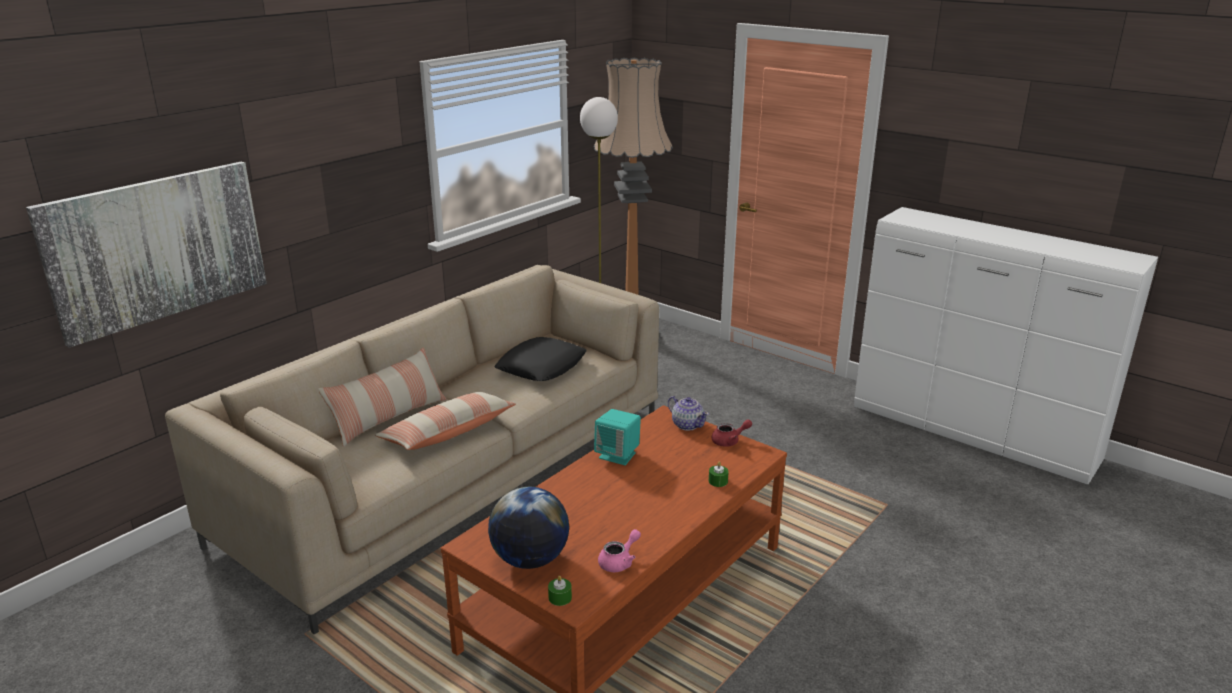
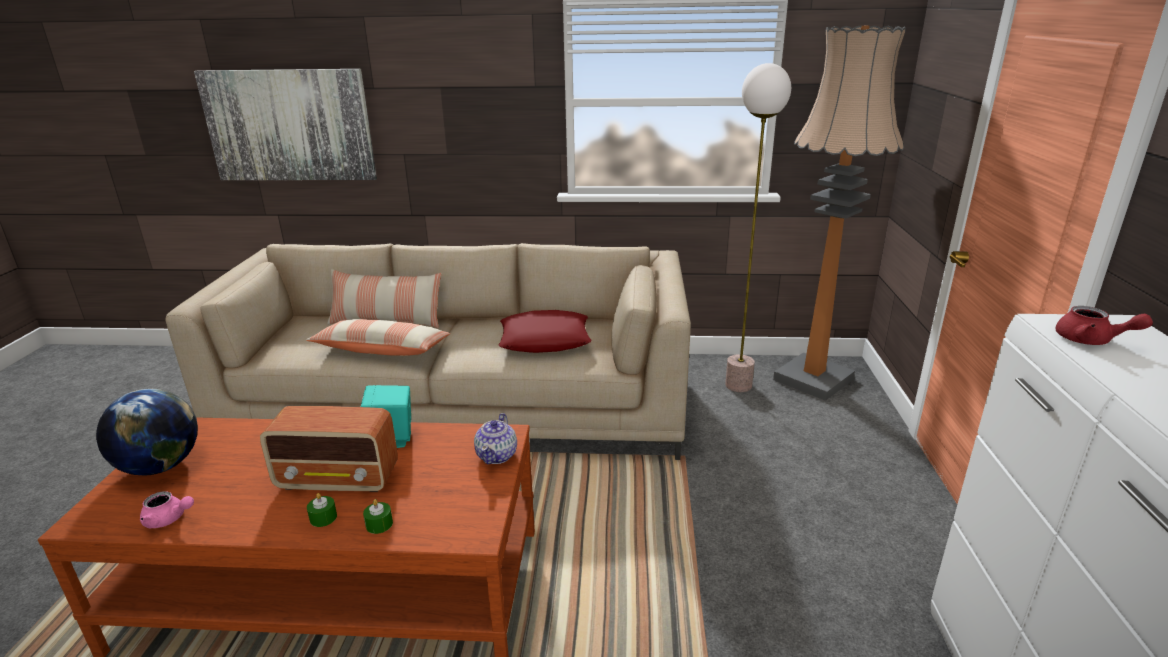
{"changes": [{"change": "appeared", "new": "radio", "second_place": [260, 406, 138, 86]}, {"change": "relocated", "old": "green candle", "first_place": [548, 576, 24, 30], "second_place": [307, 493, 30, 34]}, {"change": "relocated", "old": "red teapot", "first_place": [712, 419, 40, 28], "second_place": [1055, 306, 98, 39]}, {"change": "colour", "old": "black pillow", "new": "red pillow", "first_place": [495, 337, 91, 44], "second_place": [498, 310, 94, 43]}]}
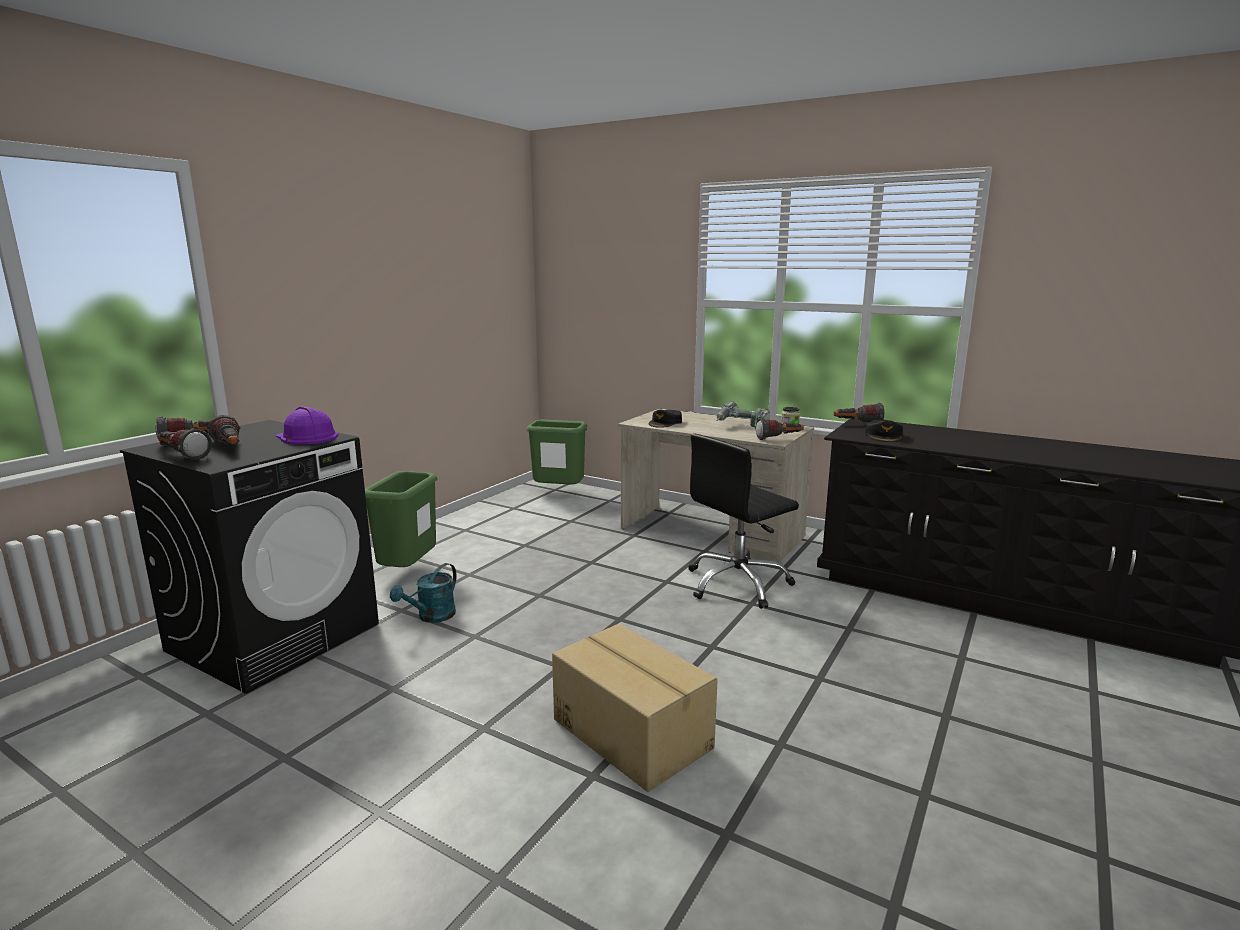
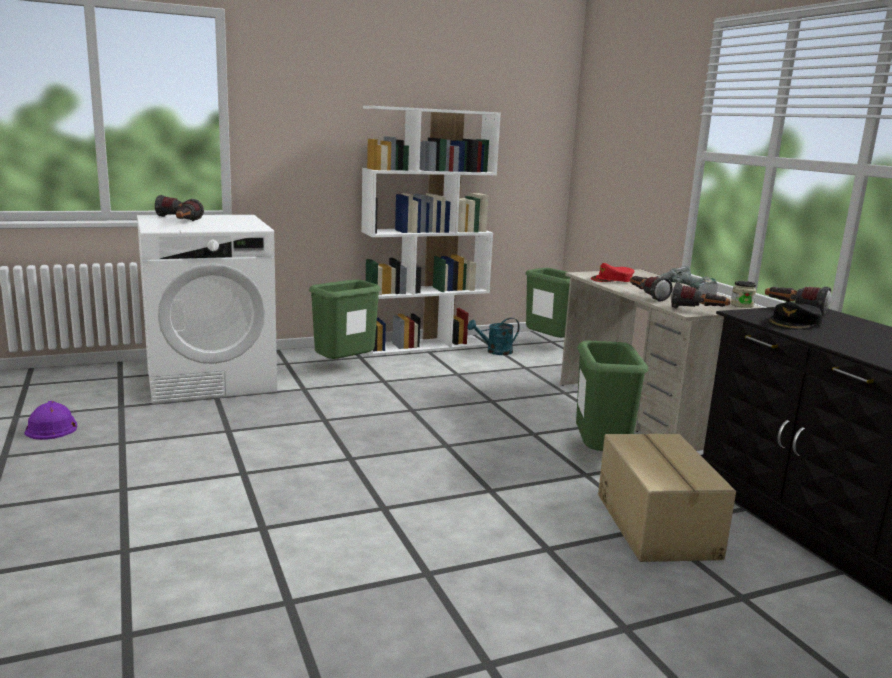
{"changes": [{"change": "appeared", "new": "white bookcase", "second_place": [361, 106, 140, 250]}, {"change": "relocated", "old": "flashlight", "first_place": [158, 429, 54, 31], "second_place": [630, 276, 42, 26]}, {"change": "relocated", "old": "purple hard hat", "first_place": [276, 406, 62, 39], "second_place": [24, 401, 53, 39]}, {"change": "relocated", "old": "turquoise watering can", "first_place": [390, 563, 67, 60], "second_place": [467, 318, 53, 37]}, {"change": "relocated", "old": "cardboard box", "first_place": [552, 624, 166, 168], "second_place": [598, 434, 138, 128]}, {"change": "exchanged", "old": "black office chair", "new": "green trash can", "first_place": [689, 433, 110, 176], "second_place": [576, 341, 73, 110]}, {"change": "colour", "old": "black washing machine", "new": "white washing machine", "first_place": [120, 420, 259, 274], "second_place": [137, 215, 140, 189]}, {"change": "colour", "old": "black cap", "new": "red cap", "first_place": [649, 409, 33, 19], "second_place": [591, 263, 44, 19]}]}
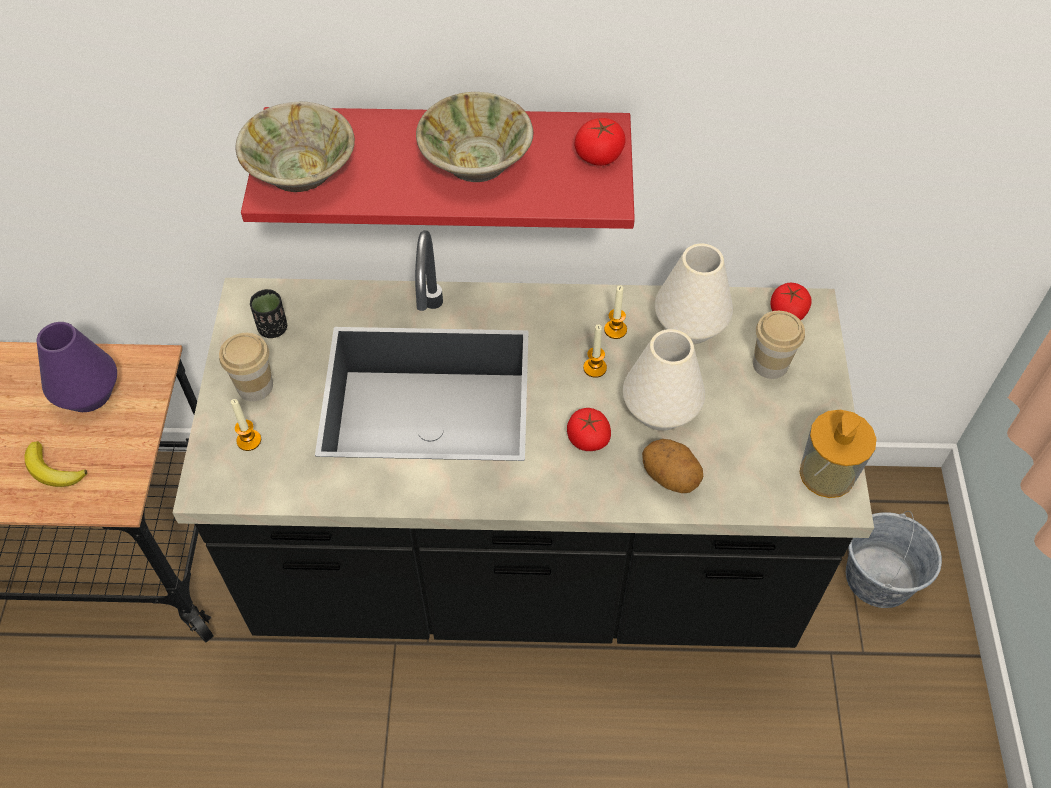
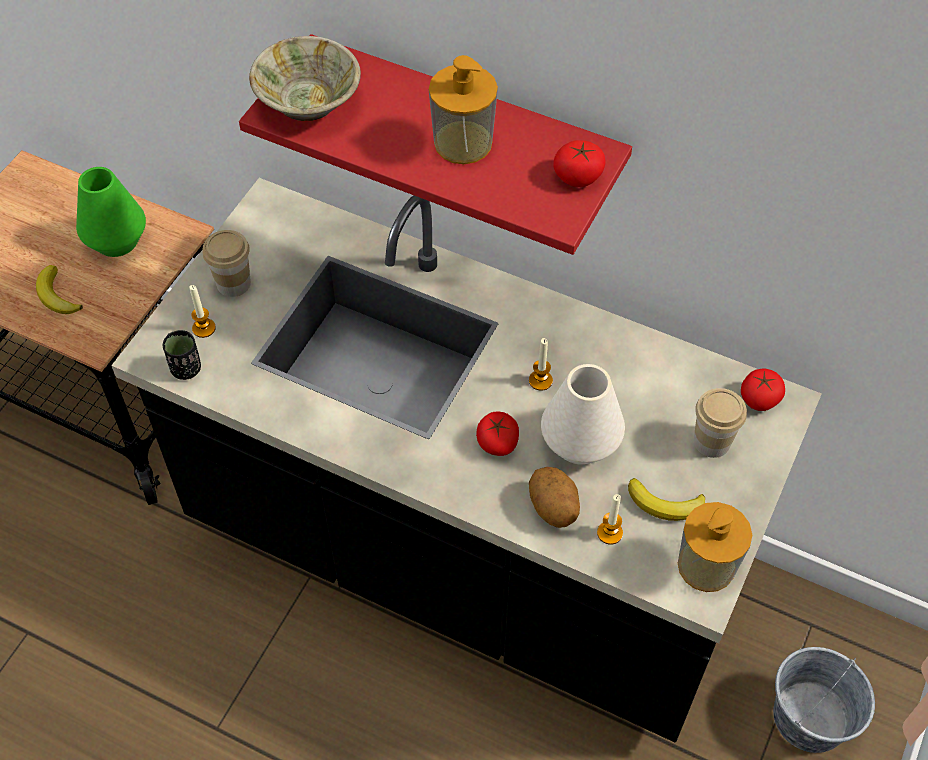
{"changes": [{"change": "missing", "old": "white vase", "first_place": [655, 244, 78, 100]}, {"change": "appeared", "new": "banana", "second_place": [628, 478, 77, 43]}, {"change": "relocated", "old": "black cup", "first_place": [250, 289, 37, 49], "second_place": [163, 330, 38, 50]}, {"change": "relocated", "old": "candle", "first_place": [604, 285, 23, 54], "second_place": [597, 494, 26, 50]}, {"change": "exchanged", "old": "beige bowl", "new": "soap dispenser", "first_place": [416, 92, 117, 90], "second_place": [429, 55, 69, 109]}, {"change": "colour", "old": "purple vase", "new": "green vase", "first_place": [37, 322, 80, 90], "second_place": [76, 167, 70, 90]}]}
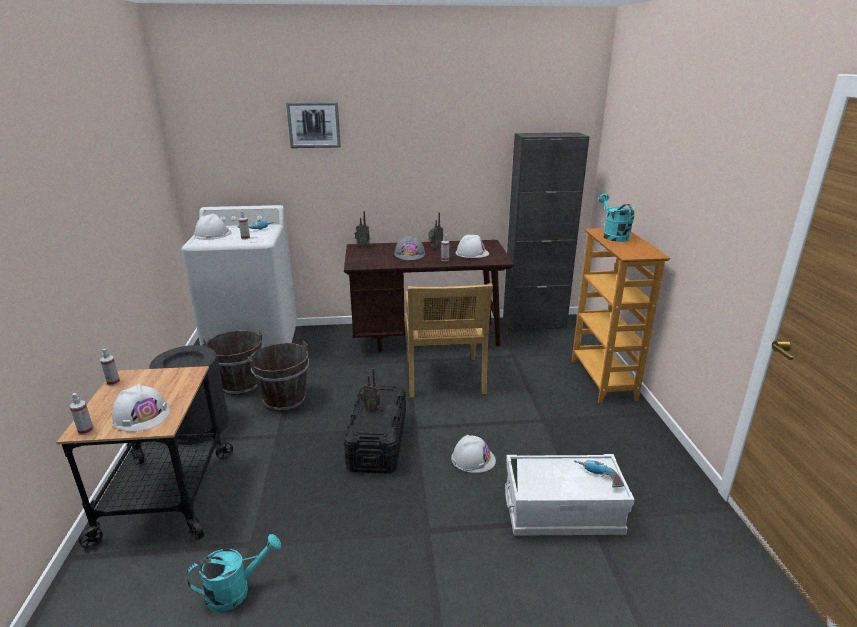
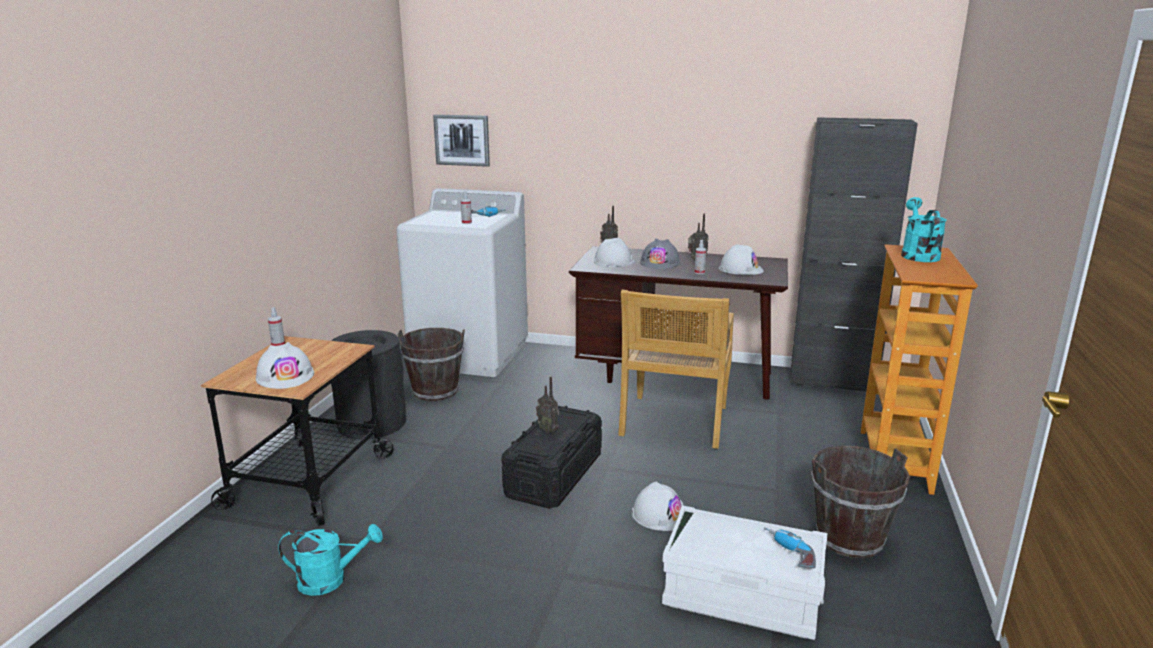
{"changes": [{"change": "missing", "old": "spray bottle", "first_place": [70, 393, 24, 42]}, {"change": "relocated", "old": "white hard hat", "first_place": [194, 214, 37, 26], "second_place": [594, 238, 41, 29]}, {"change": "relocated", "old": "brown bucket", "first_place": [247, 341, 62, 71], "second_place": [811, 445, 99, 113]}, {"change": "relocated", "old": "picture", "first_place": [286, 102, 55, 46], "second_place": [433, 115, 57, 52]}]}
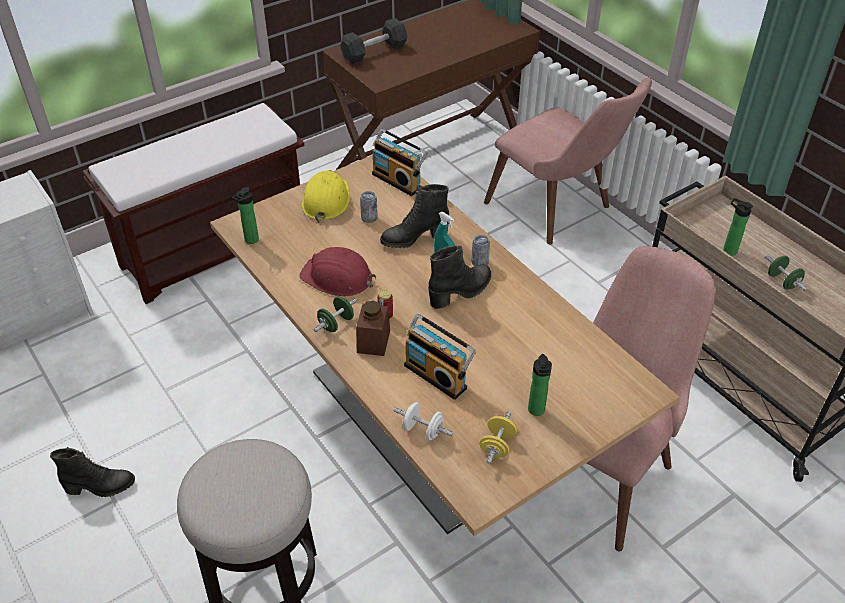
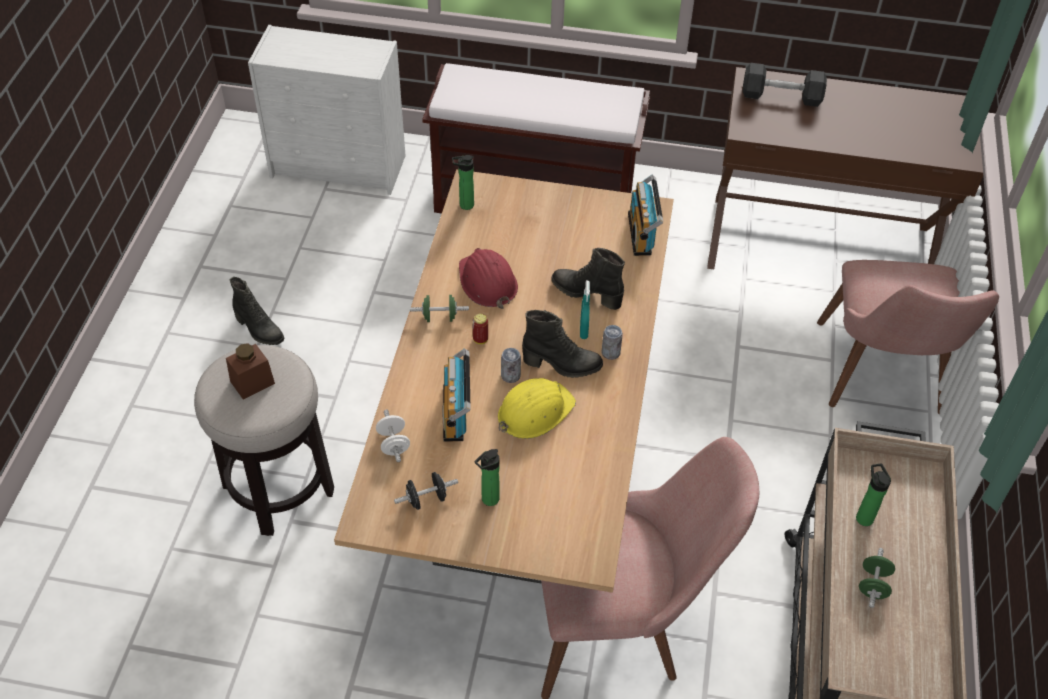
{"changes": [{"change": "relocated", "old": "yellow hard hat", "first_place": [302, 170, 48, 52], "second_place": [498, 378, 78, 61]}, {"change": "relocated", "old": "brown jar", "first_place": [356, 301, 34, 55], "second_place": [226, 343, 49, 57]}, {"change": "relocated", "old": "can", "first_place": [360, 191, 18, 32], "second_place": [501, 348, 20, 35]}, {"change": "colour", "old": "yellow dumbbell", "new": "black dumbbell", "first_place": [479, 411, 38, 53], "second_place": [394, 472, 64, 38]}]}
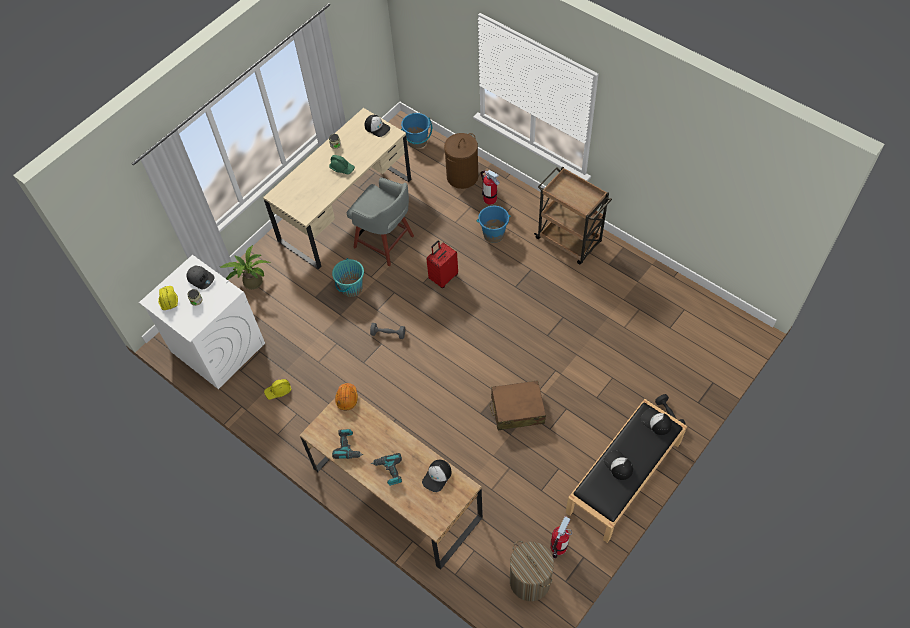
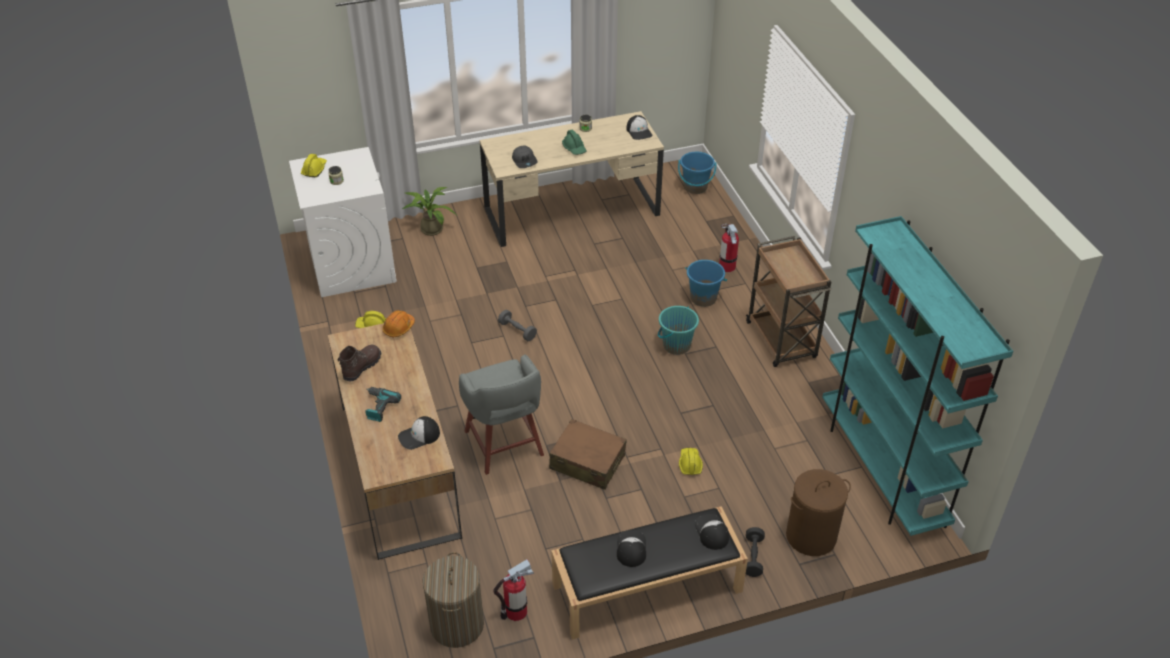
{"changes": [{"change": "missing", "old": "red suitcase", "first_place": [427, 240, 31, 48]}, {"change": "appeared", "new": "yellow hard hat", "second_place": [679, 448, 24, 27]}, {"change": "appeared", "new": "turquoise bookcase", "second_place": [822, 216, 191, 320]}, {"change": "relocated", "old": "grey cap", "first_place": [186, 266, 28, 23], "second_place": [512, 146, 25, 22]}, {"change": "relocated", "old": "turquoise bucket", "first_place": [332, 258, 32, 39], "second_place": [658, 306, 41, 49]}, {"change": "relocated", "old": "grey stool", "first_place": [347, 178, 67, 89], "second_place": [459, 354, 85, 121]}, {"change": "relocated", "old": "brown laundry basket", "first_place": [444, 133, 34, 56], "second_place": [786, 469, 65, 87]}, {"change": "exchanged", "old": "power drill", "new": "brown boot", "first_place": [332, 429, 31, 30], "second_place": [337, 345, 44, 37]}]}
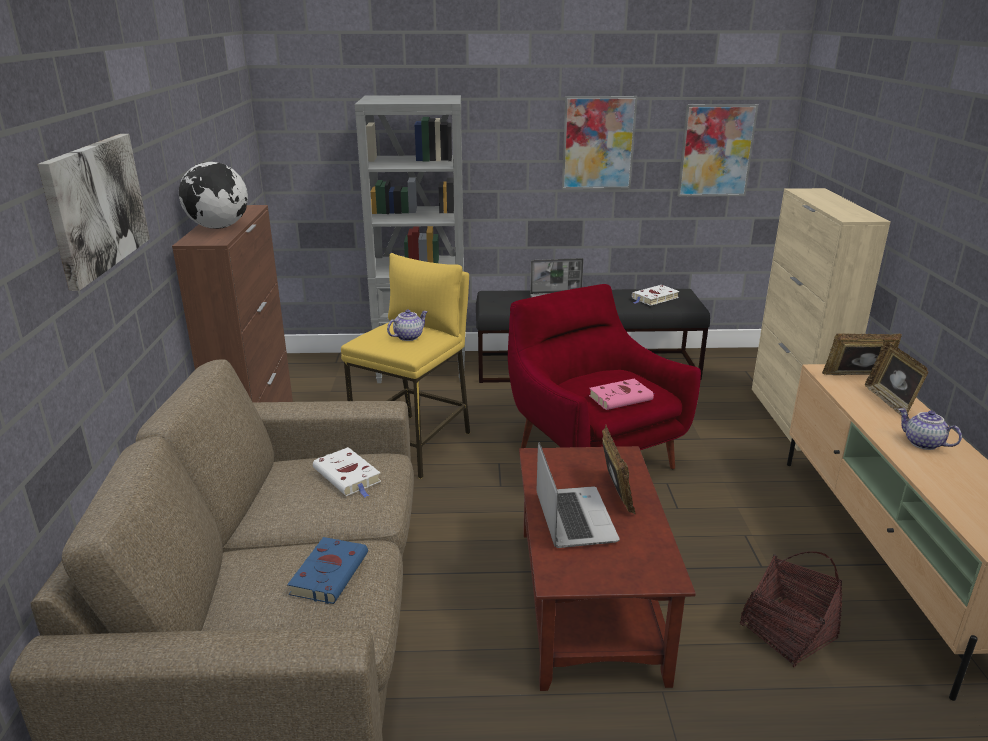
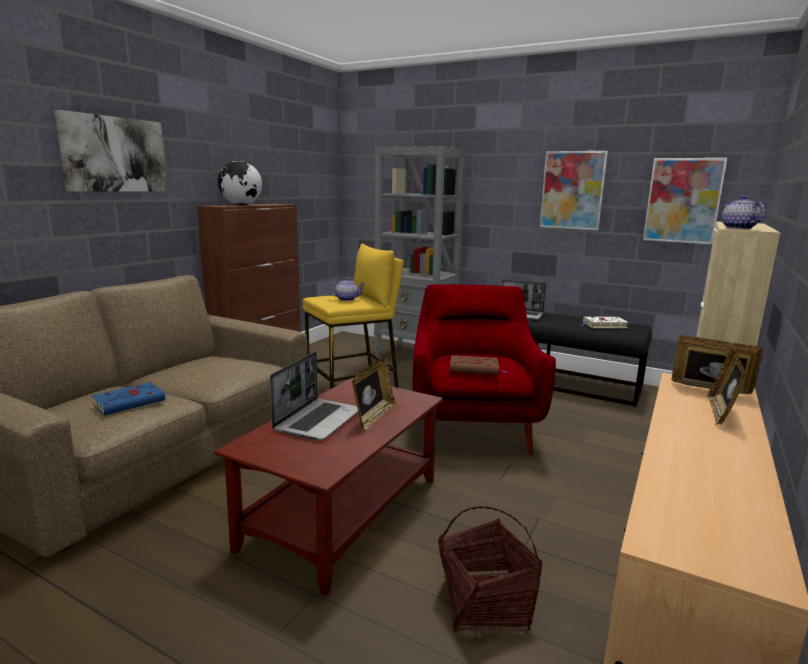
{"changes": [{"change": "missing", "old": "white book", "first_place": [313, 447, 68, 50]}, {"change": "relocated", "old": "teapot", "first_place": [898, 408, 64, 42], "second_place": [722, 196, 43, 33]}, {"change": "colour", "old": "pink book", "new": "brown book", "first_place": [589, 379, 65, 31], "second_place": [449, 355, 59, 20]}]}
